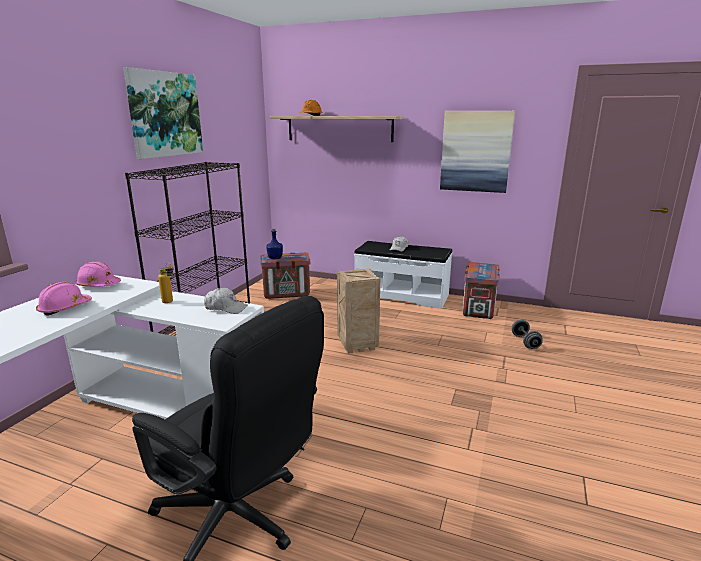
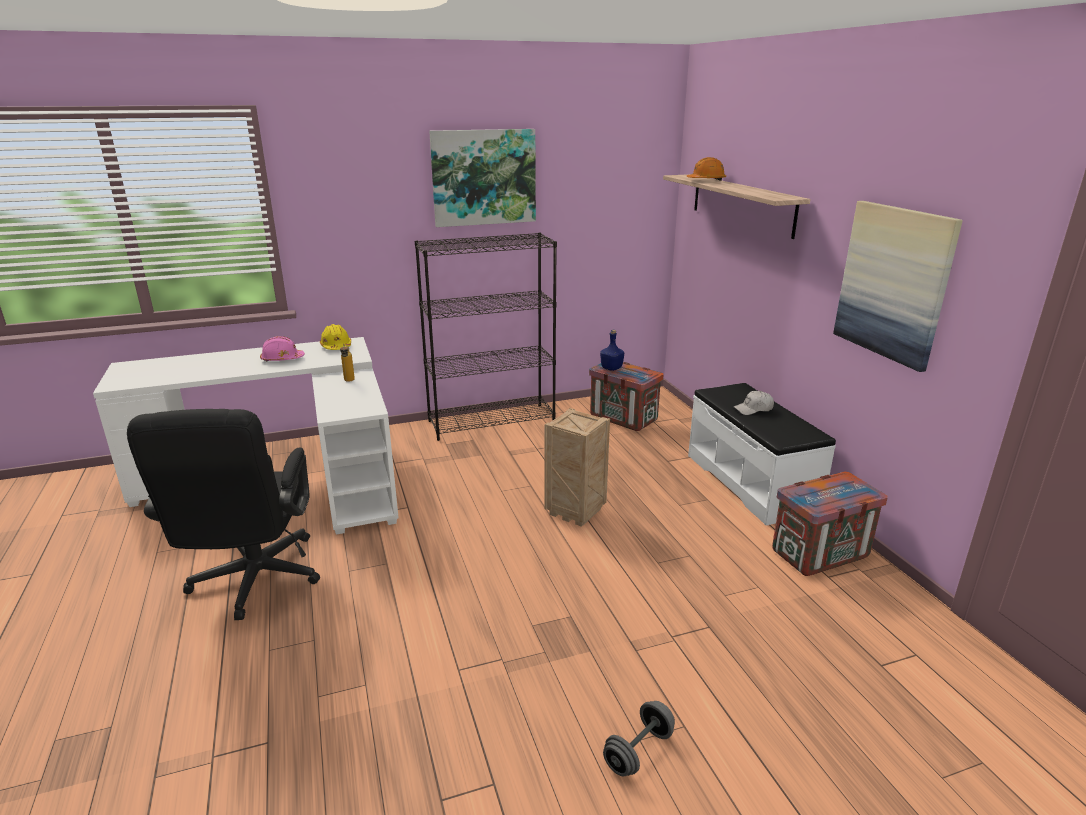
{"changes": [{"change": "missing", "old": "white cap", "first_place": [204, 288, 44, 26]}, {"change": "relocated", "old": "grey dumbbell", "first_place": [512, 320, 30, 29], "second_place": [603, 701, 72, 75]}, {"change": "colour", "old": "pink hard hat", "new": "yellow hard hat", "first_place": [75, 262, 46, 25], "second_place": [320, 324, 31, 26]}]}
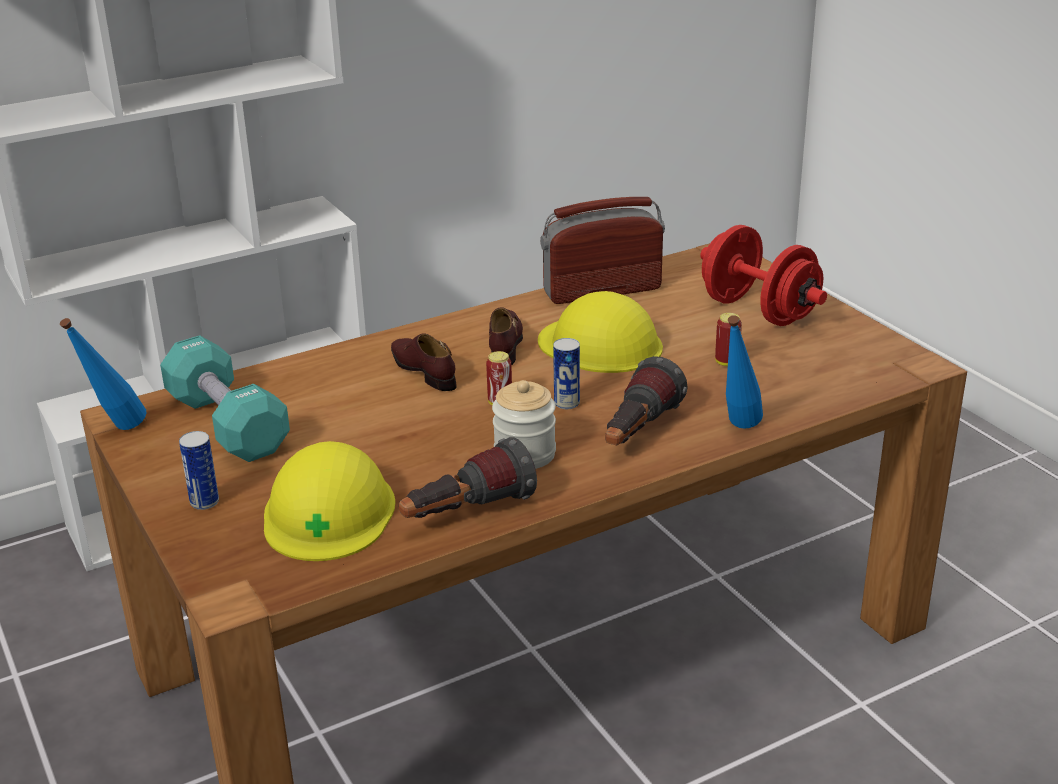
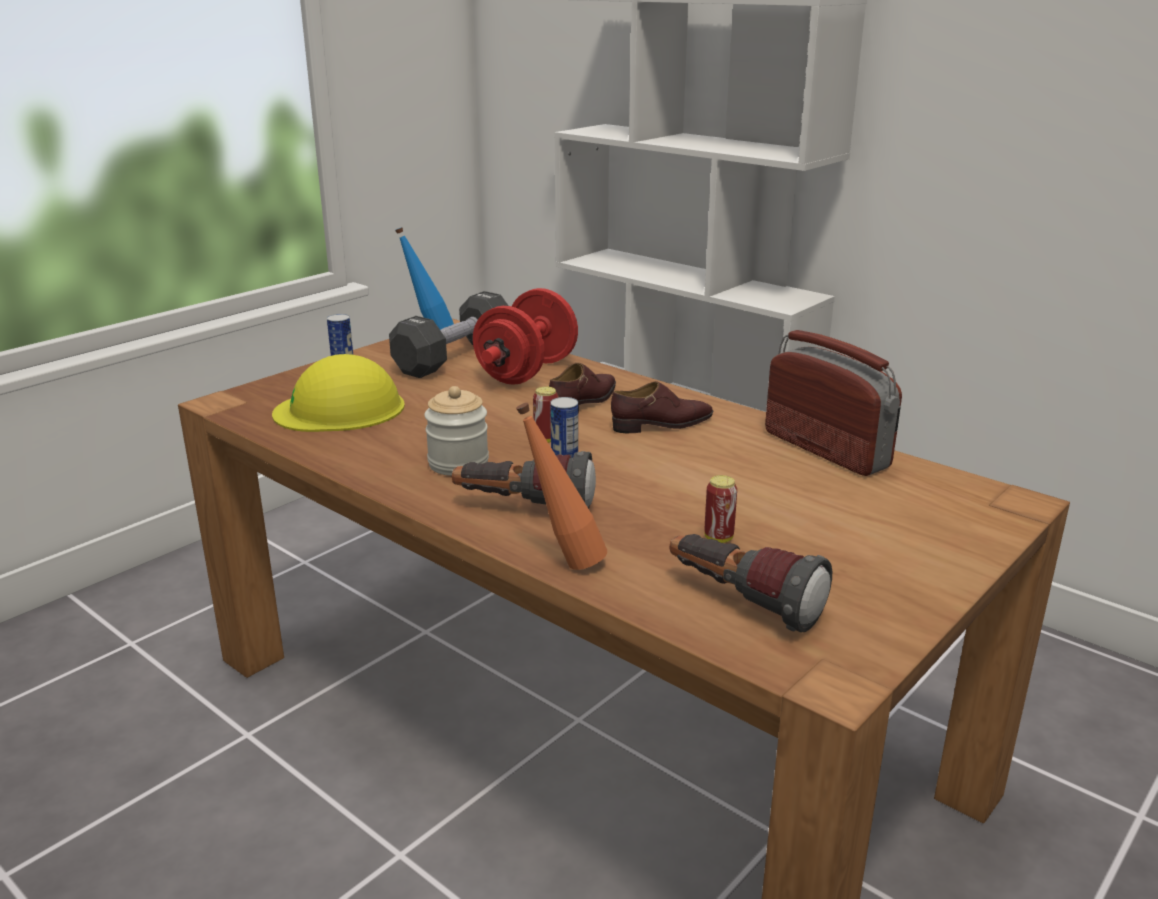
{"changes": [{"change": "missing", "old": "yellow hard hat", "first_place": [538, 291, 125, 82]}, {"change": "relocated", "old": "flashlight", "first_place": [399, 437, 138, 81], "second_place": [670, 534, 162, 99]}, {"change": "relocated", "old": "red dumbbell", "first_place": [700, 225, 127, 101], "second_place": [473, 288, 105, 97]}, {"change": "colour", "old": "turquoise dumbbell", "new": "black dumbbell", "first_place": [160, 335, 130, 127], "second_place": [389, 291, 119, 87]}, {"change": "colour", "old": "blue bottle", "new": "orange bottle", "first_place": [726, 315, 37, 114], "second_place": [516, 403, 91, 167]}]}
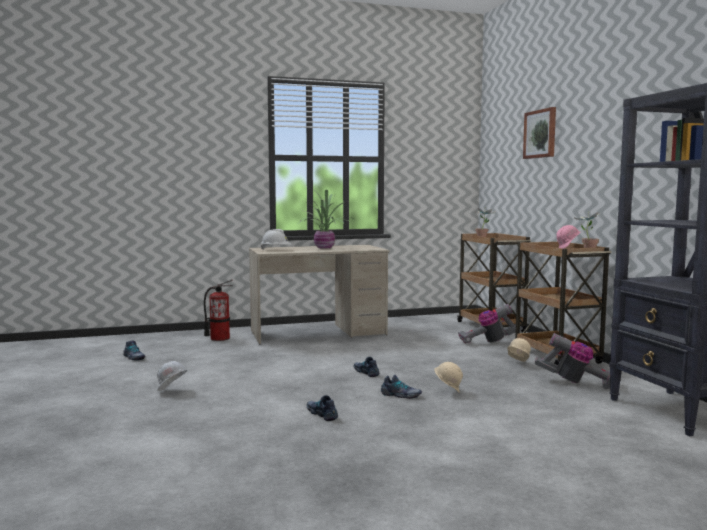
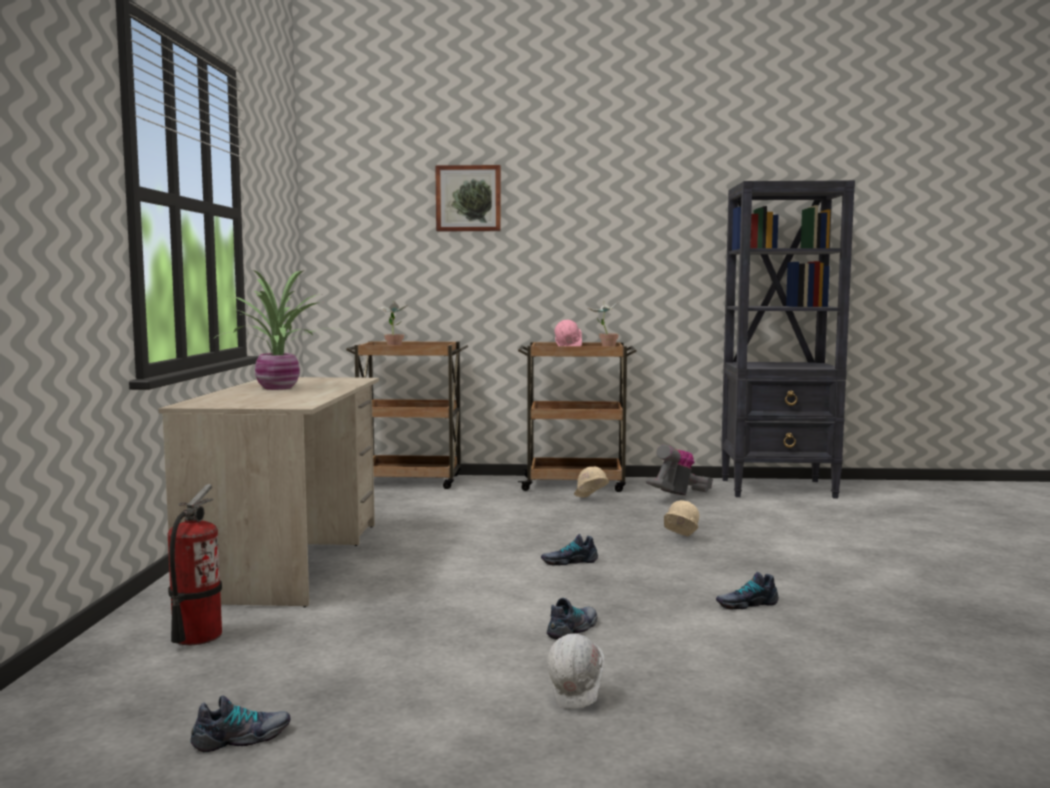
{"changes": [{"change": "missing", "old": "white hard hat", "first_place": [261, 229, 30, 21]}, {"change": "missing", "old": "vacuum cleaner", "first_place": [458, 304, 65, 40]}, {"change": "relocated", "old": "shoe", "first_place": [381, 375, 41, 24], "second_place": [547, 598, 50, 42]}]}
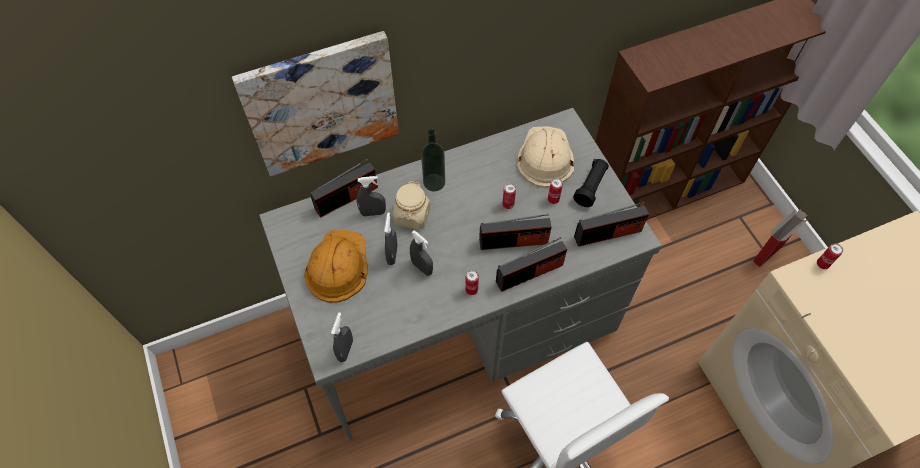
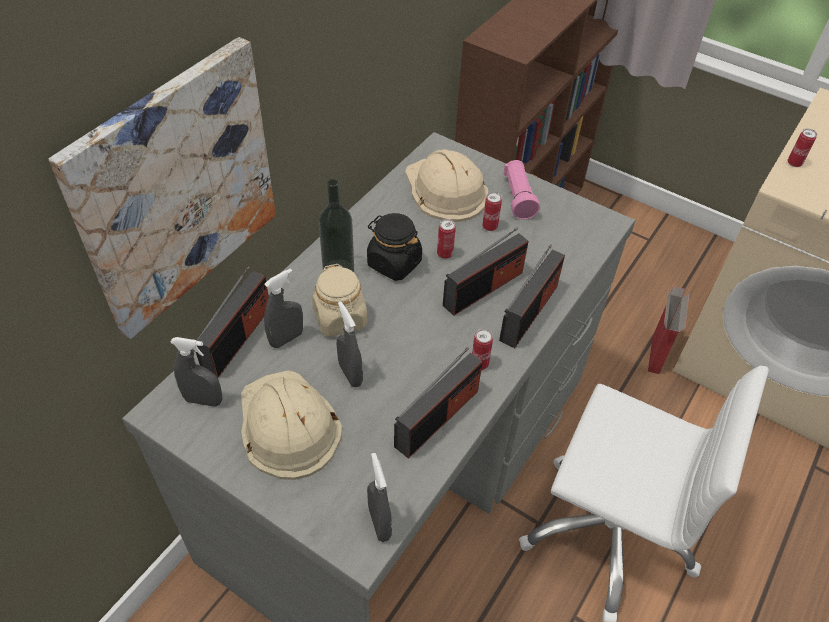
{"changes": [{"change": "appeared", "new": "black jar", "second_place": [367, 213, 55, 68]}, {"change": "relocated", "old": "grey spray bottle", "first_place": [410, 231, 23, 45], "second_place": [170, 337, 52, 70]}, {"change": "relocated", "old": "radio", "first_place": [574, 202, 75, 45], "second_place": [394, 347, 88, 112]}, {"change": "relocated", "old": "cardboard box", "first_place": [753, 209, 55, 58], "second_place": [648, 286, 41, 88]}, {"change": "colour", "old": "orange hard hat", "new": "beige hard hat", "first_place": [304, 230, 64, 73], "second_place": [241, 370, 101, 110]}, {"change": "colour", "old": "black flashlight", "new": "pink flashlight", "first_place": [573, 159, 36, 48], "second_place": [503, 160, 37, 59]}]}
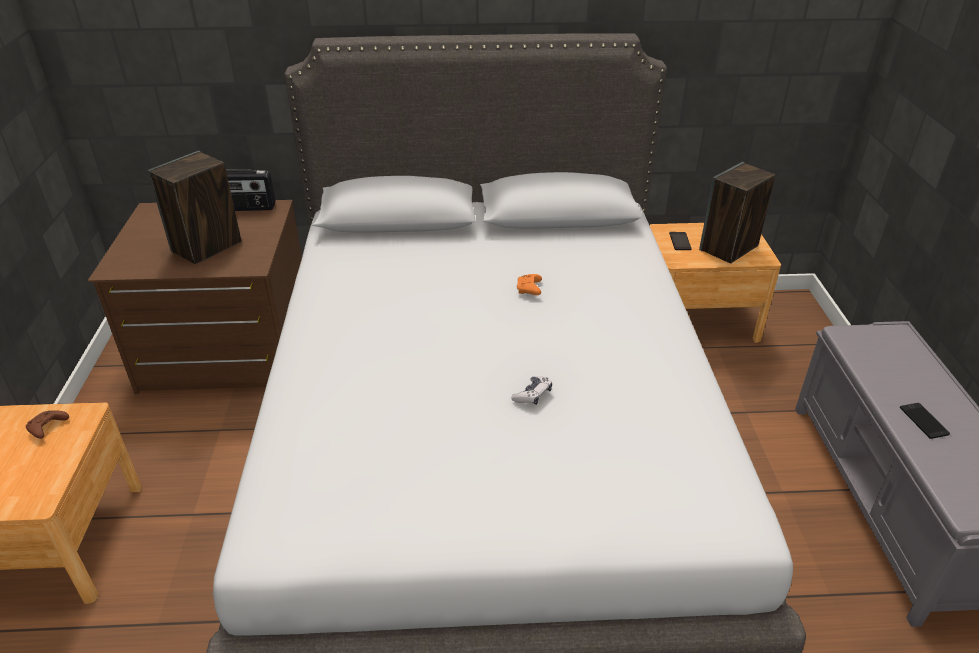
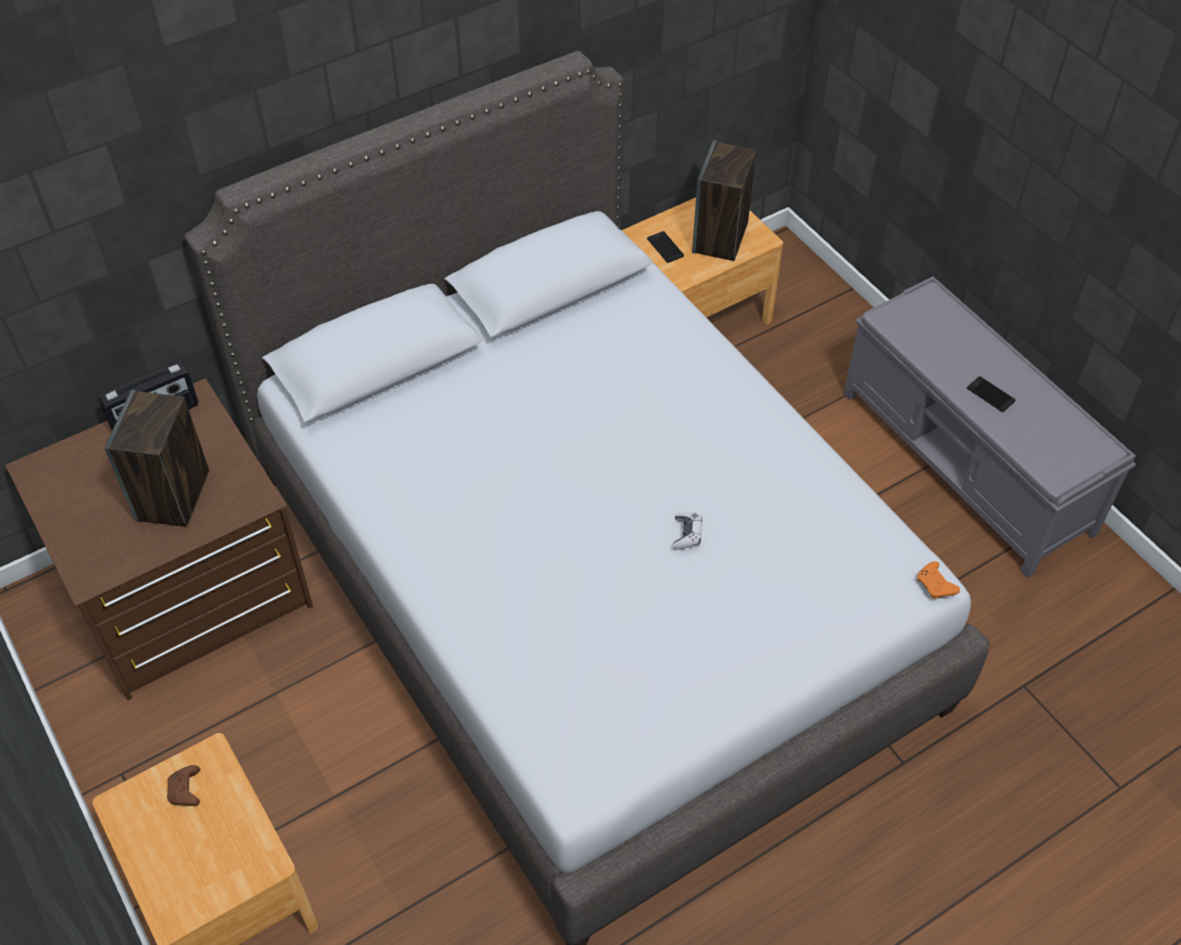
{"changes": [{"change": "relocated", "old": "orange game controller", "first_place": [517, 274, 25, 21], "second_place": [917, 561, 43, 38]}]}
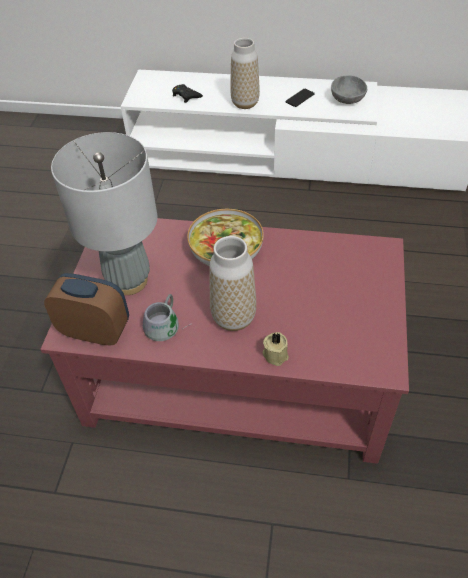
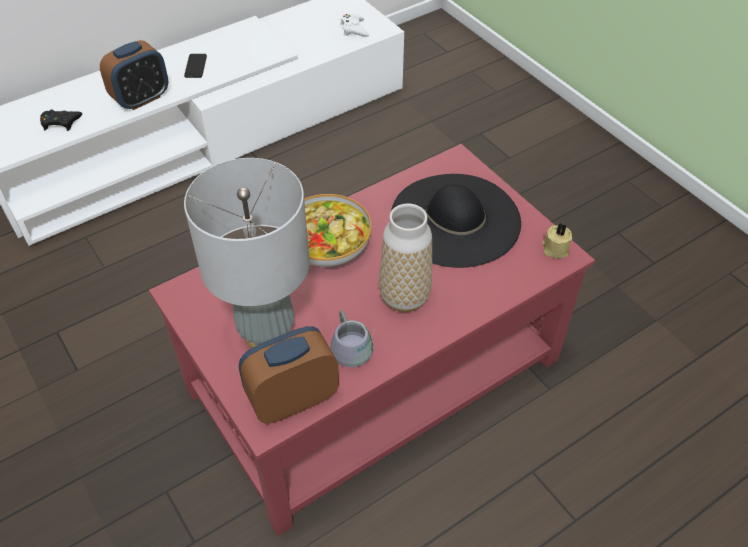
{"changes": [{"change": "missing", "old": "grey bowl", "first_place": [331, 75, 36, 29]}, {"change": "appeared", "new": "white game controller", "second_place": [340, 14, 29, 23]}, {"change": "appeared", "new": "black hat", "second_place": [391, 174, 130, 94]}, {"change": "relocated", "old": "beige candle", "first_place": [263, 332, 26, 34], "second_place": [542, 223, 30, 36]}, {"change": "exchanged", "old": "vase", "new": "alarm clock", "first_place": [230, 38, 30, 71], "second_place": [100, 40, 68, 70]}]}
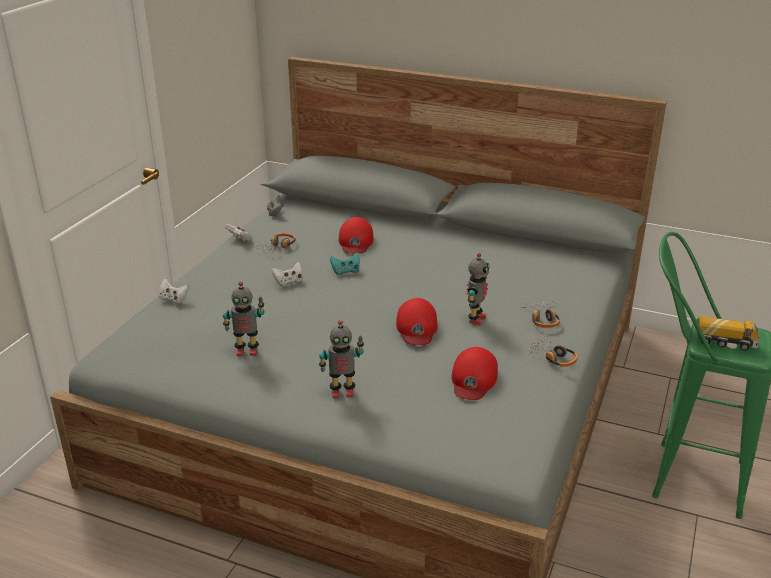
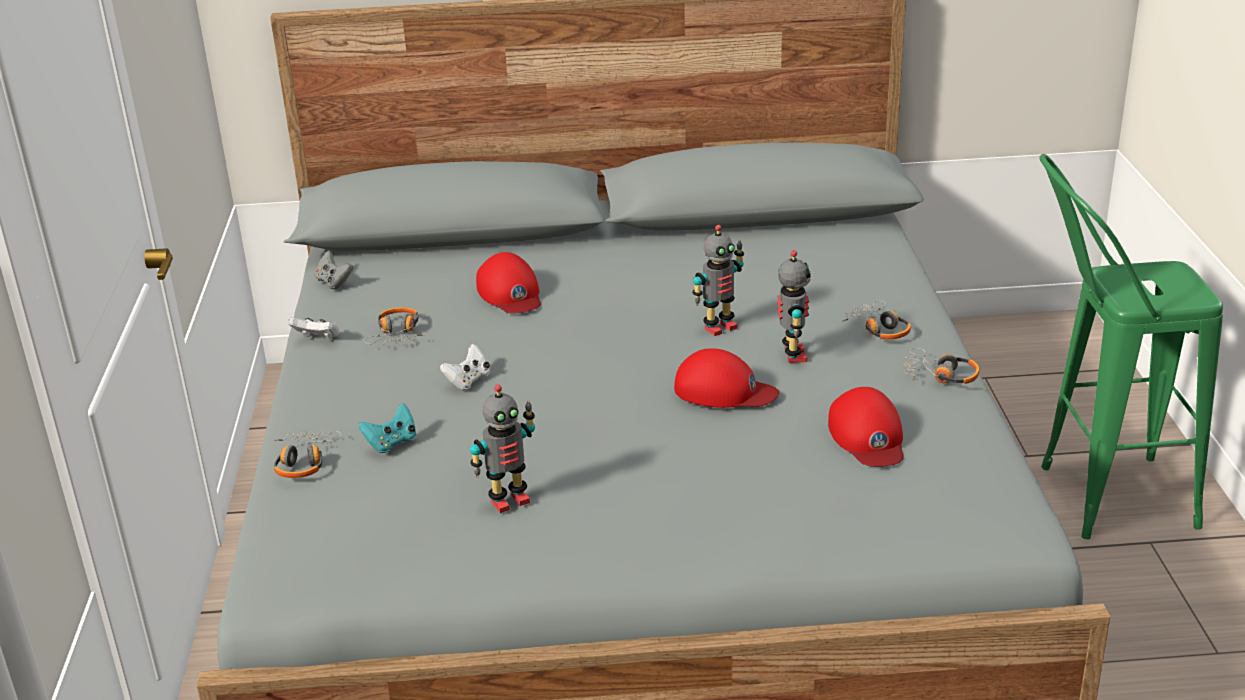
{"changes": [{"change": "missing", "old": "toy truck", "first_place": [697, 316, 63, 35]}, {"change": "relocated", "old": "toy robot", "first_place": [319, 320, 45, 78], "second_place": [692, 225, 52, 111]}, {"change": "relocated", "old": "turquoise game controller", "first_place": [330, 253, 30, 22], "second_place": [359, 403, 57, 50]}, {"change": "exchanged", "old": "white game controller", "new": "headphones", "first_place": [159, 279, 30, 25], "second_place": [274, 430, 68, 48]}, {"change": "spun", "old": "red cap", "first_place": [396, 298, 42, 47], "second_place": [674, 348, 105, 60], "degrees": -45}]}
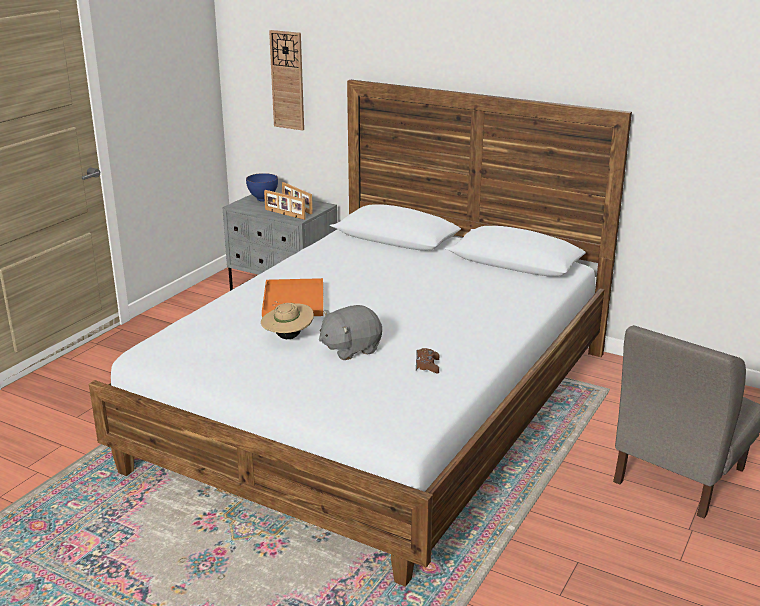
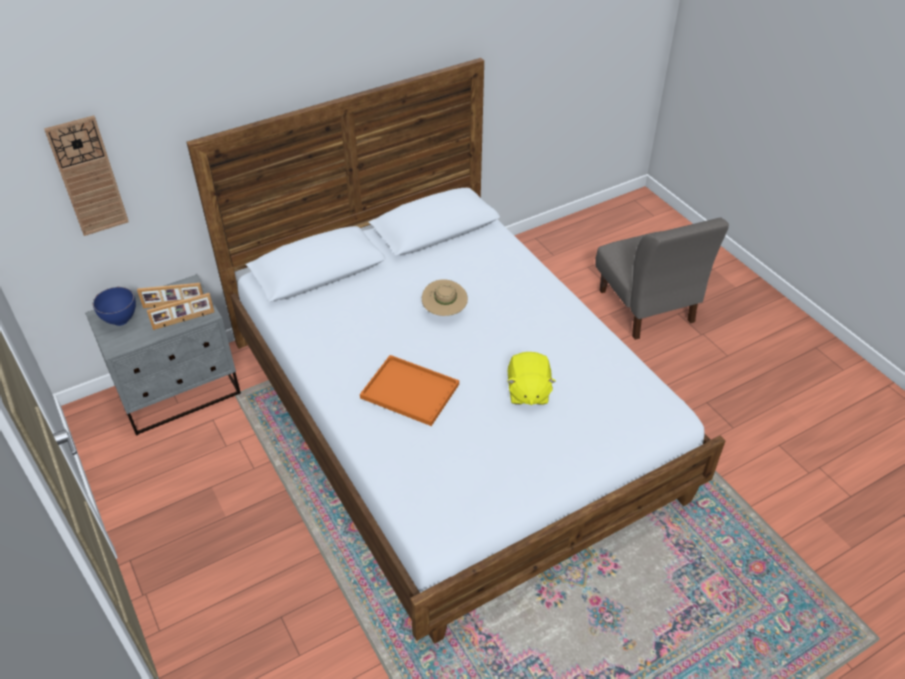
{"changes": [{"change": "missing", "old": "brown game controller", "first_place": [416, 348, 23, 25]}, {"change": "relocated", "old": "beige hat", "first_place": [261, 301, 53, 38], "second_place": [422, 279, 46, 37]}, {"change": "colour", "old": "grey plush toy", "new": "yellow plush toy", "first_place": [319, 305, 63, 55], "second_place": [507, 352, 49, 53]}]}
